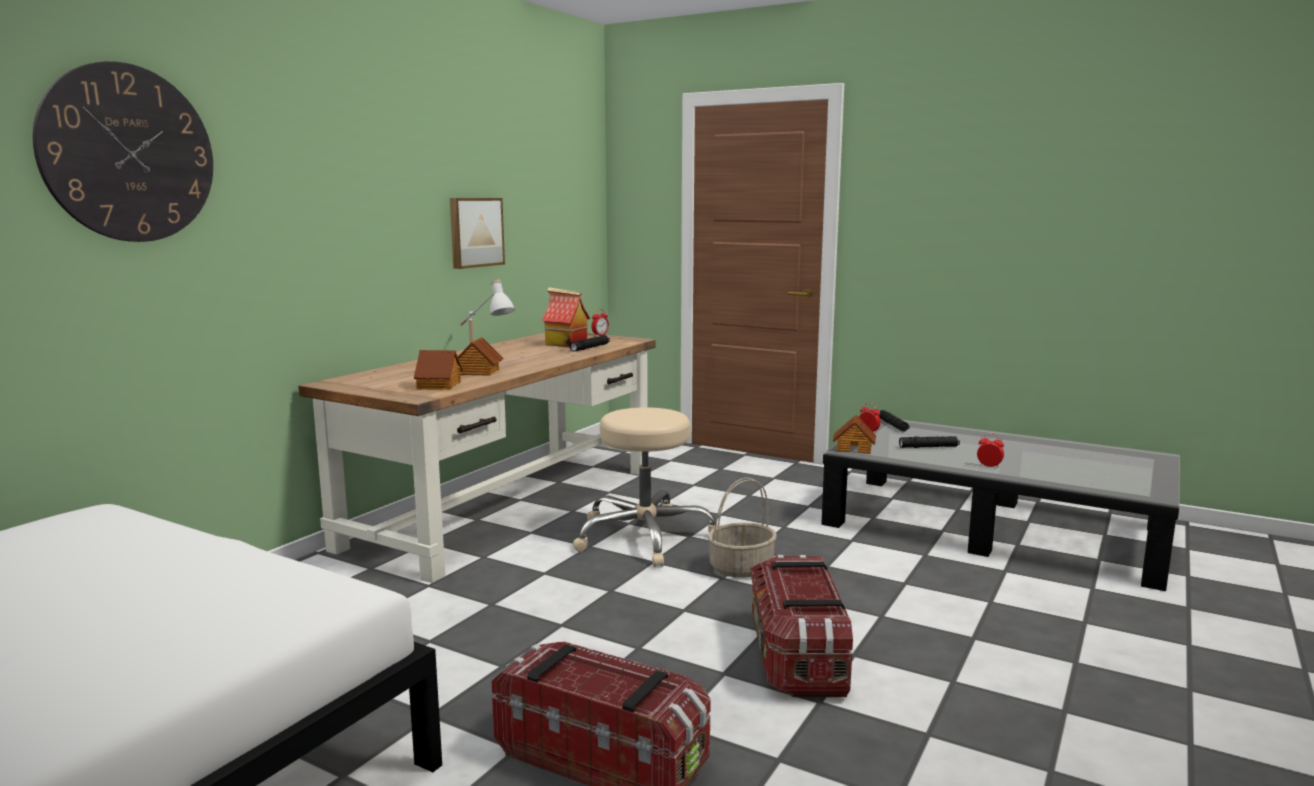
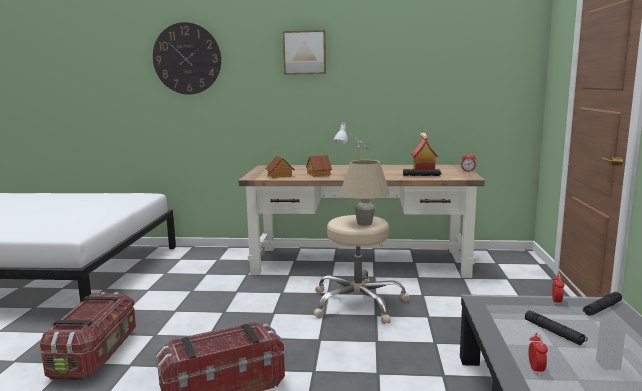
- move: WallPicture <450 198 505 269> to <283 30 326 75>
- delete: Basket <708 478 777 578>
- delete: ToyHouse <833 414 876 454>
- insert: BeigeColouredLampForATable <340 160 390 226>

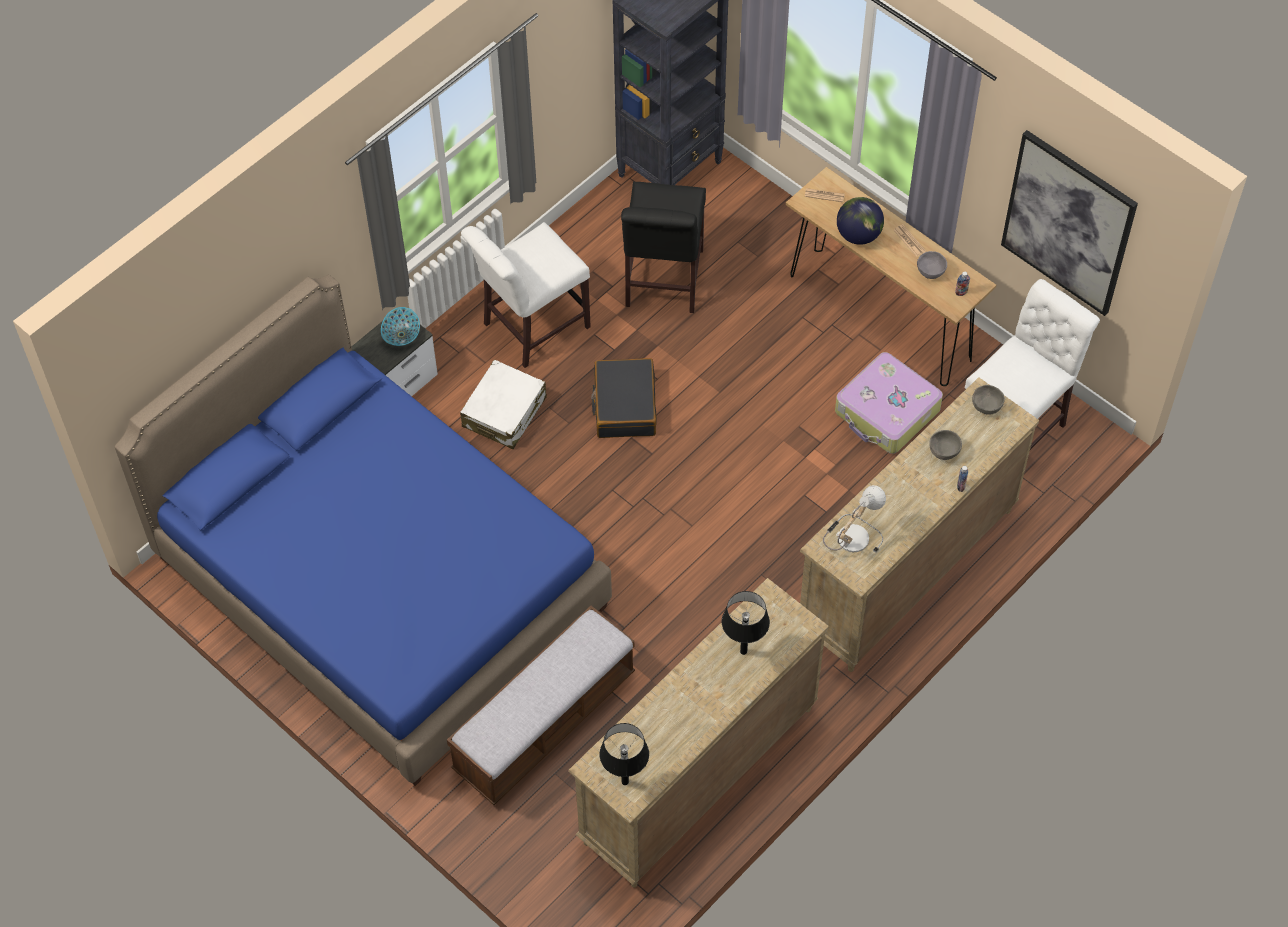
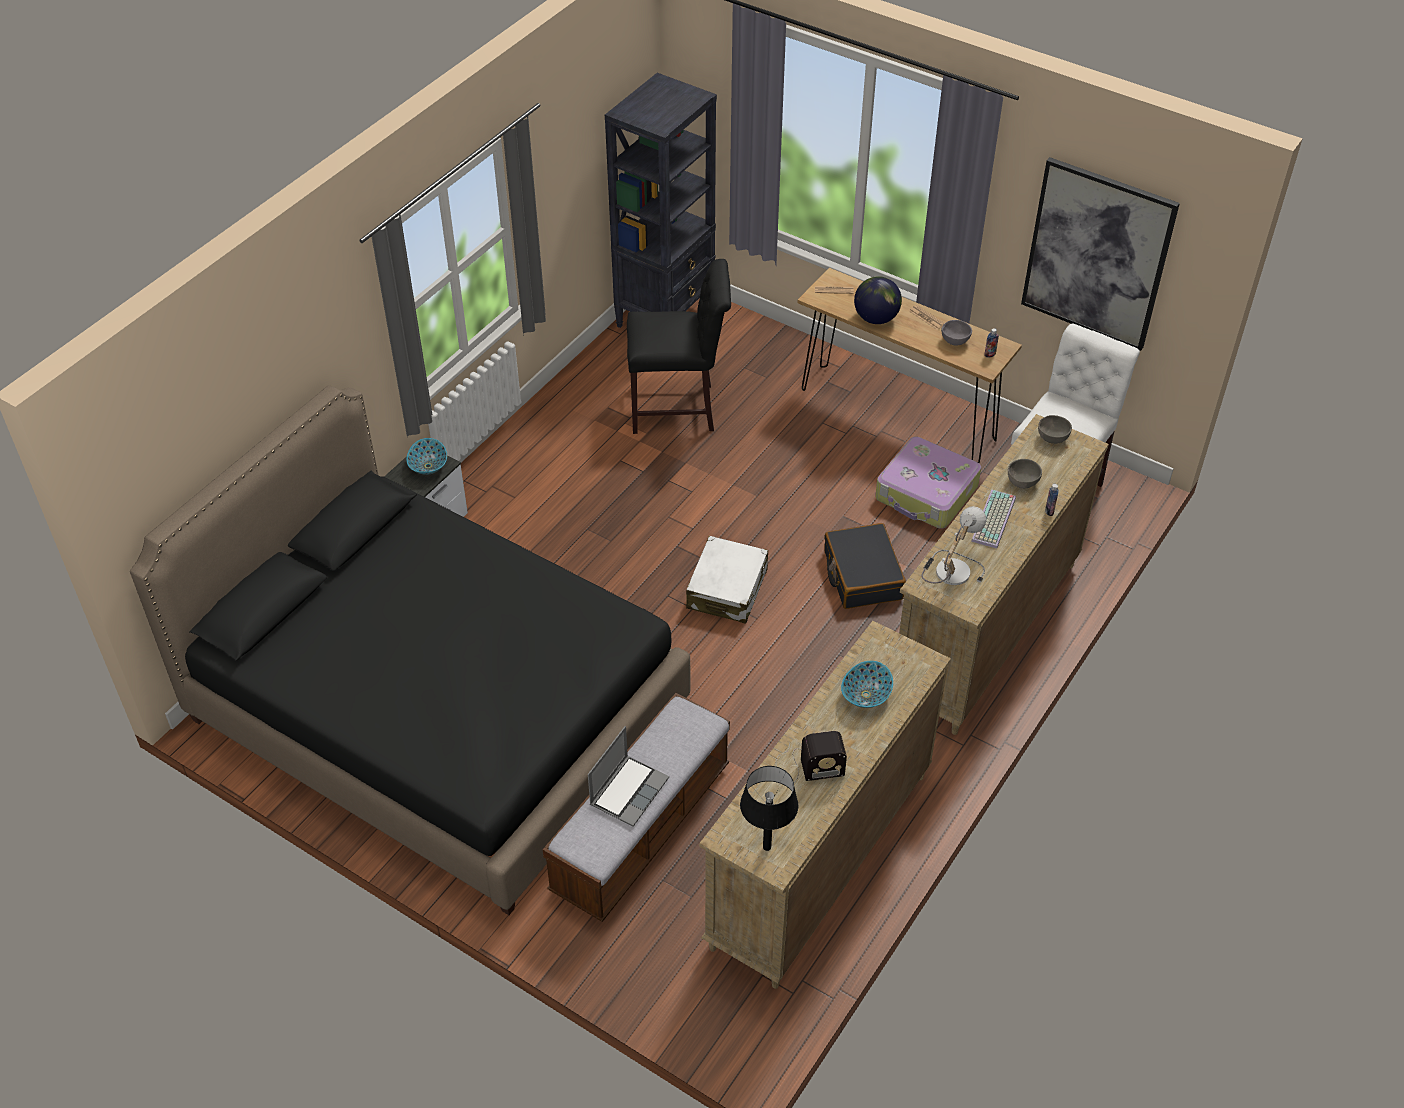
- recolor: BlueColouredSleepingBed <115 275 612 786> to BlackColouredSleepingBed <130 385 691 915>
- move: WhiteColouredSuitcase <460 360 547 449> to <686 536 768 623>
- delete: WhiteColouredPlainChair <461 222 591 368>
- move: BlackColouredSuitcase <591 358 657 438> to <824 523 906 609>
- rotate: BlackColouredPlainChair <621 182 706 313> = <627 259 731 434> 90 degrees counterclockwise
- replace: BlackColouredLampForATable <722 591 770 655> to Bowl <841 661 893 708>
- insert: NotebookComputer <588 726 669 827>
- insert: RadioSet <776 731 847 781>
- insert: Keyboard <971 489 1016 549>

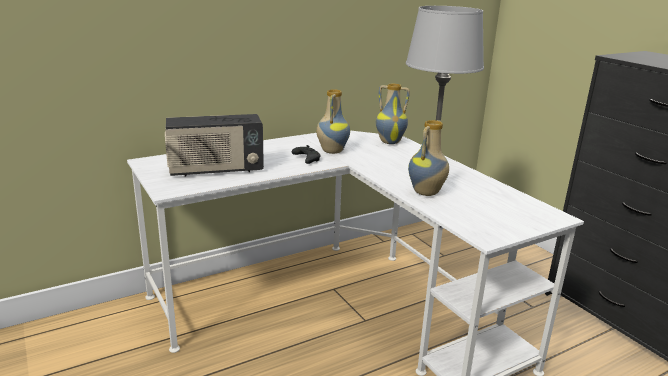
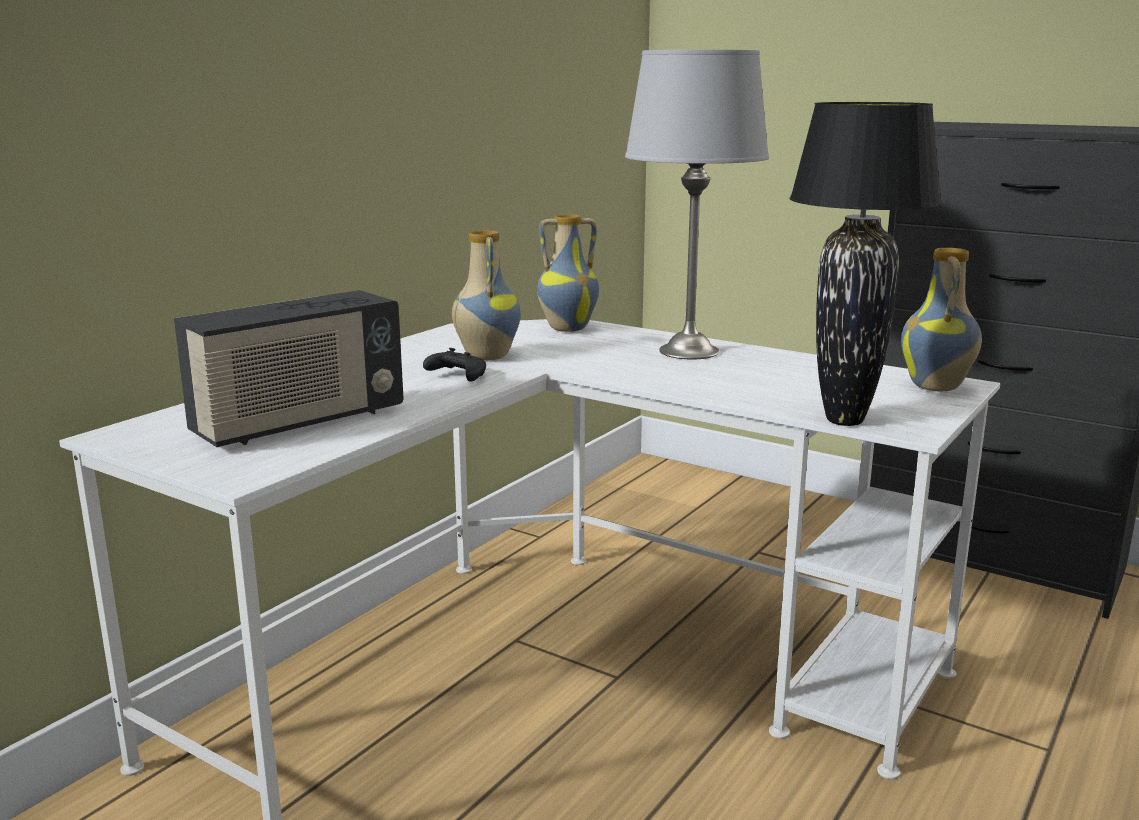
- move: Vase <408 120 449 196> to <901 248 982 391>
- insert: BlackColouredLampForATable <790 102 942 426>

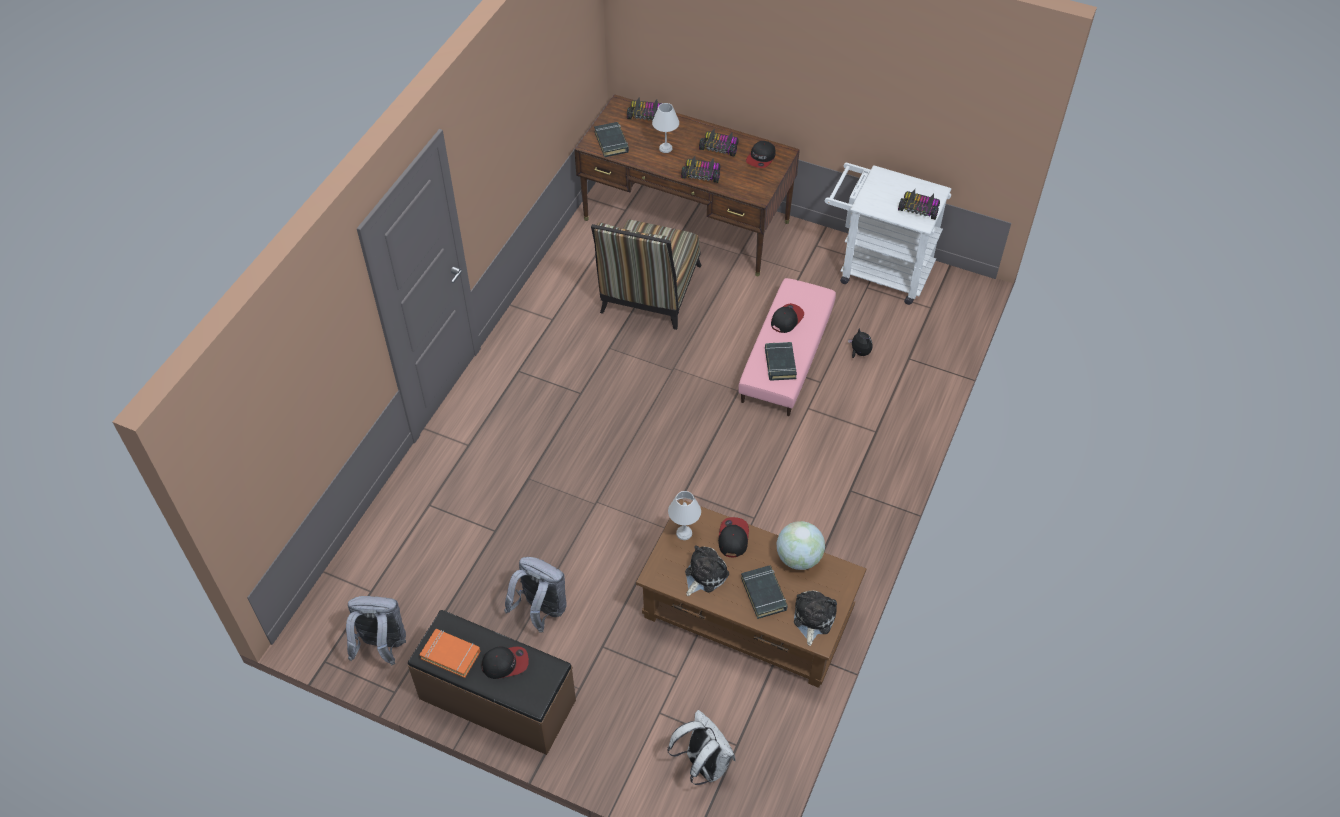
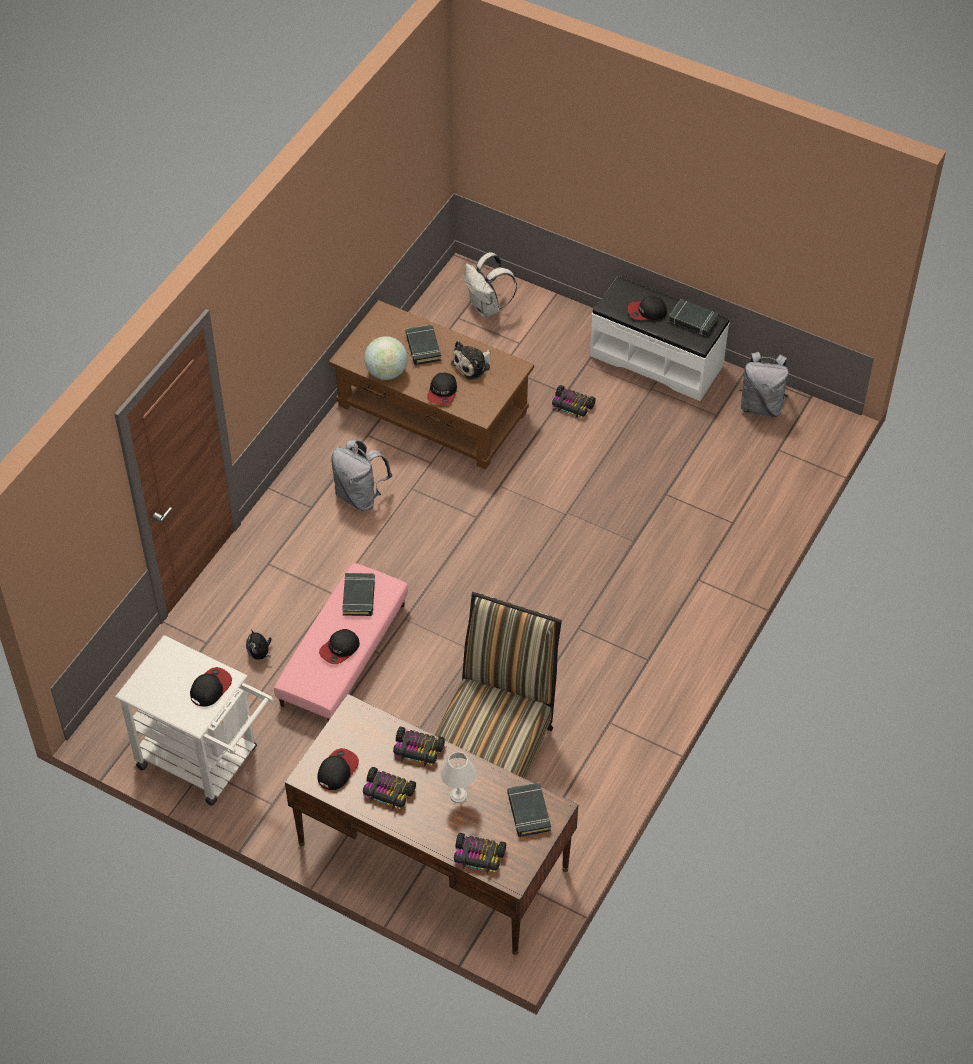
- recolor: BrownColouredBench <408 610 576 755> to WhiteColouredBench <590 276 729 401>
- recolor: OrangeyBook <420 629 480 678> to BlackColouredBook <669 299 719 336>
- move: GrayBackpack <504 557 567 633> to <331 439 392 511>
- delete: WhiteColouredLampForATable <668 491 701 540>
- delete: SoftToy <794 591 837 646>
- move: ToyCar <898 189 940 220> to <552 385 596 419>
- insert: BaseballCap <190 667 232 707>

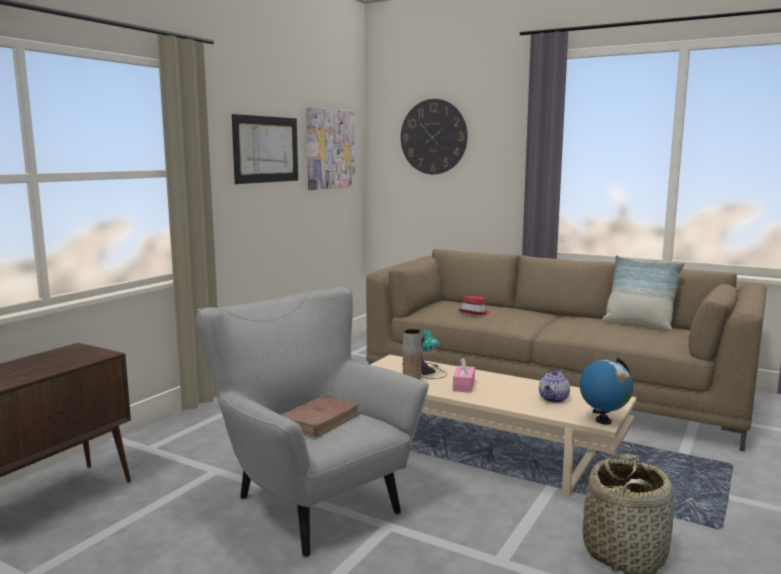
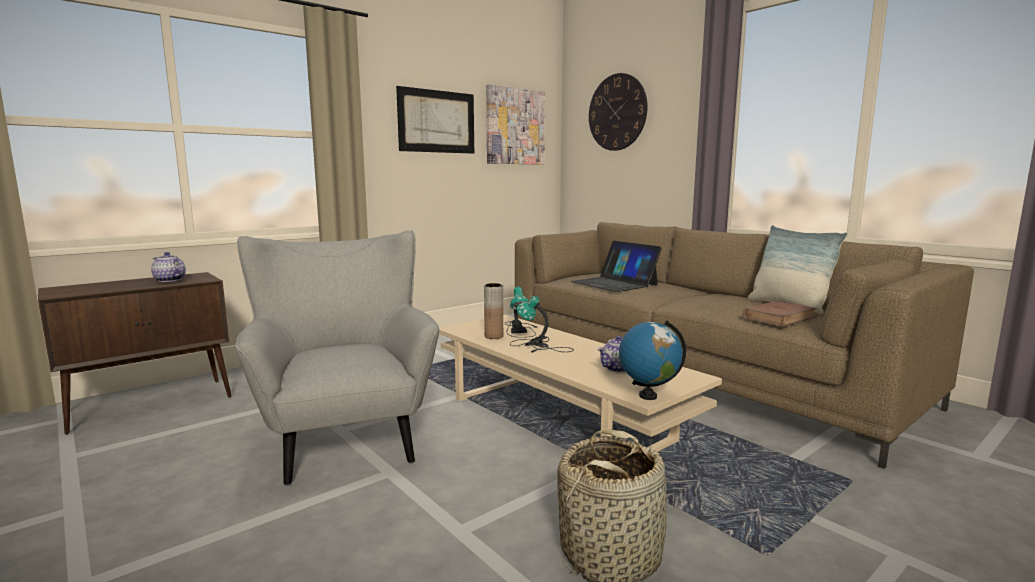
- move: BrownColouredBook <282 395 361 438> to <743 301 817 327>
- replace: PinkBoxOfTissues <453 358 475 393> to LampForATable <510 296 574 353>
- replace: ReddishWearableHat <458 296 490 315> to NotebookComputer <570 241 662 292>
- insert: PotForTea <151 252 186 282>

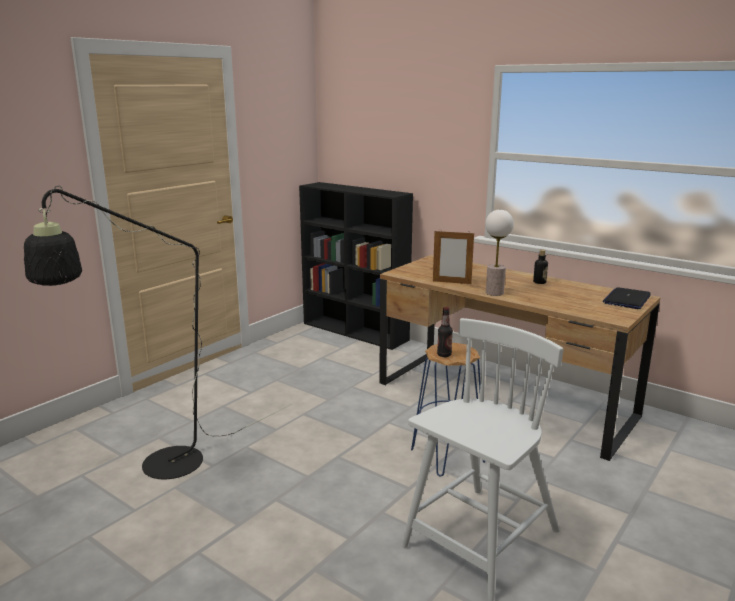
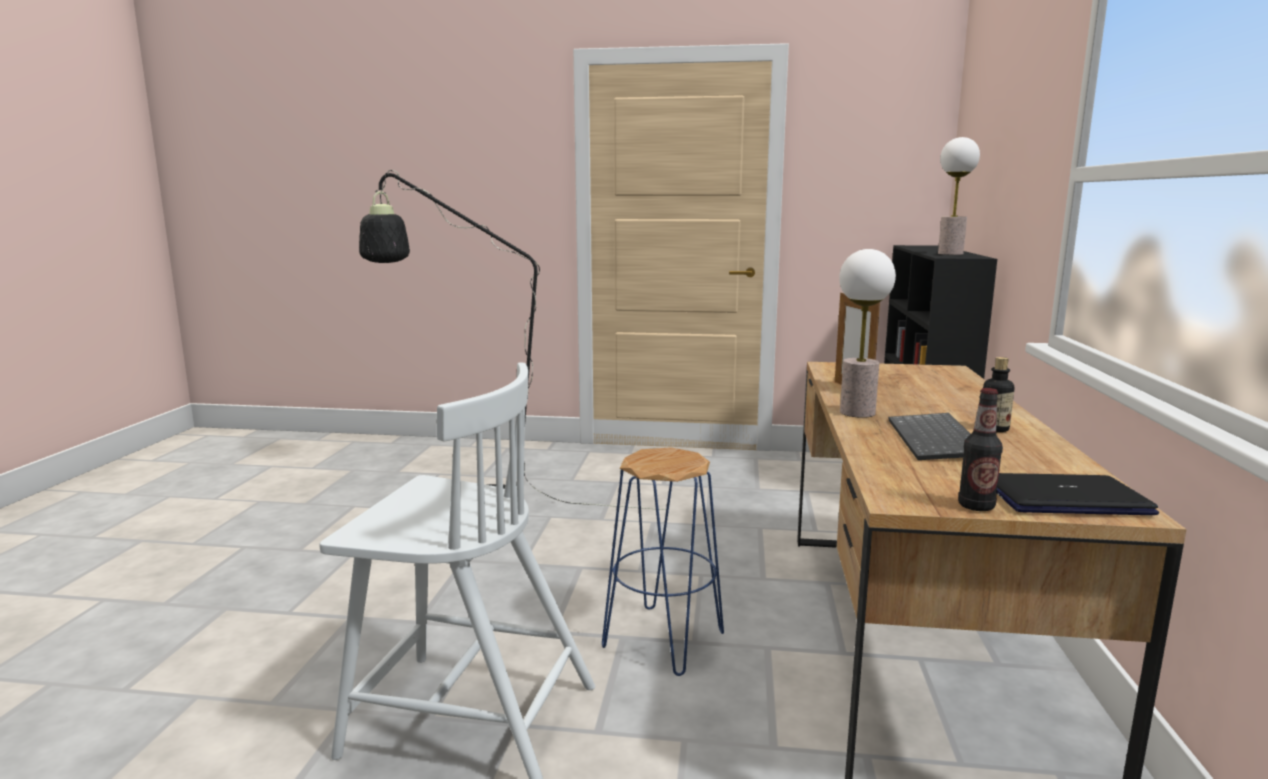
- move: BeverageBottle <437 307 453 357> to <958 388 1003 511>
- insert: Keyboard <889 413 971 460>
- insert: LampForATable <938 137 980 255>

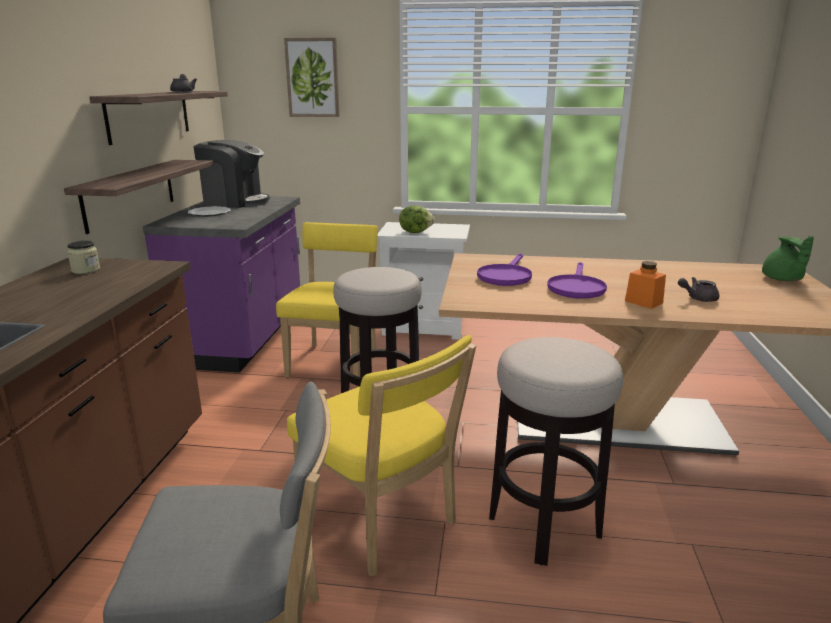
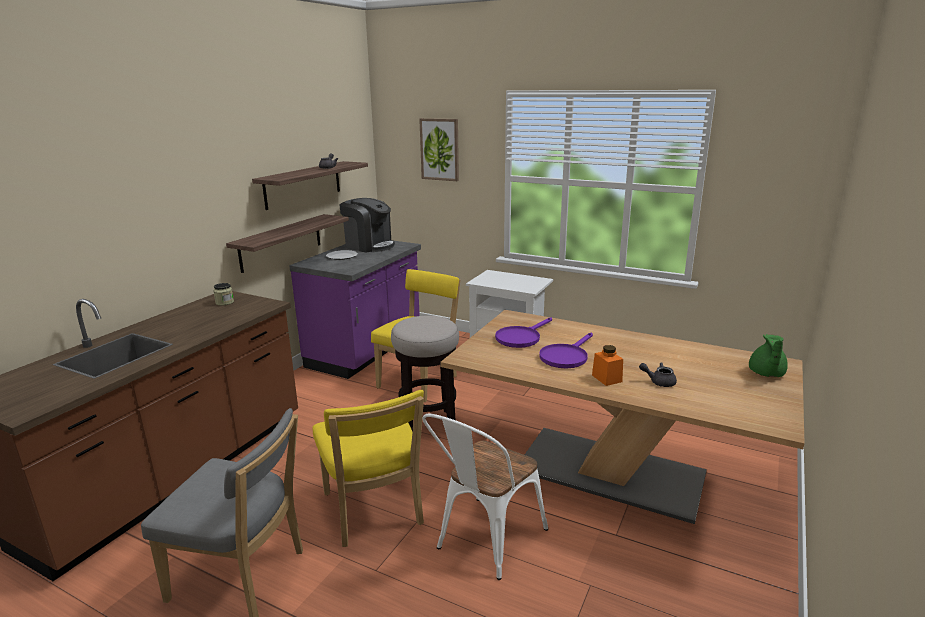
- delete: HeadOfLettuce <399 205 435 233>
- replace: SittingStool <489 337 623 566> to WhiteColouredPlainChair <422 413 548 580>

